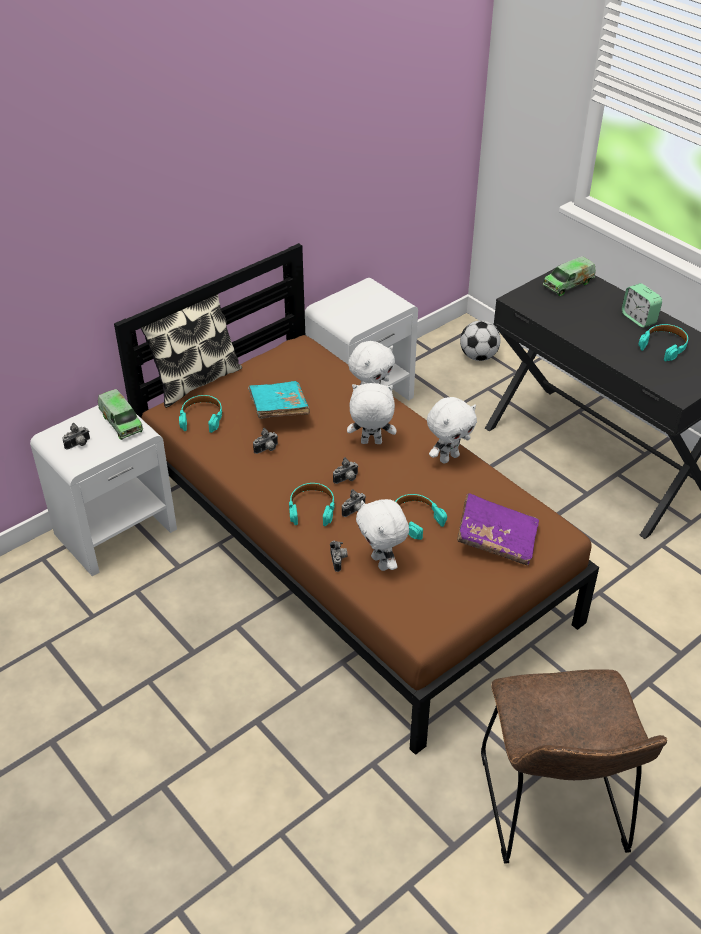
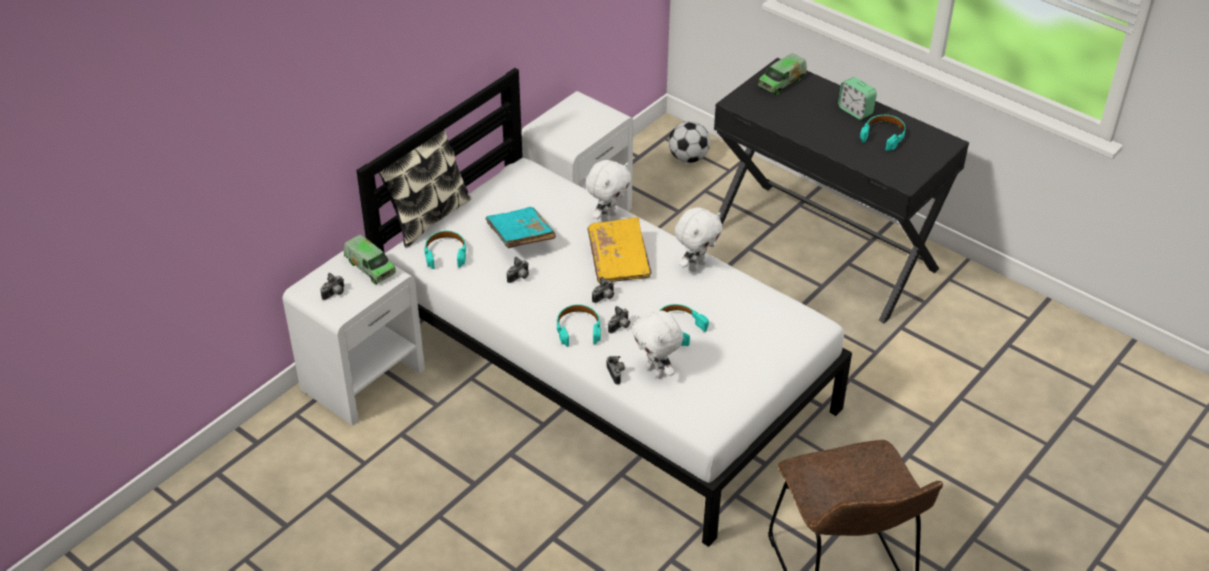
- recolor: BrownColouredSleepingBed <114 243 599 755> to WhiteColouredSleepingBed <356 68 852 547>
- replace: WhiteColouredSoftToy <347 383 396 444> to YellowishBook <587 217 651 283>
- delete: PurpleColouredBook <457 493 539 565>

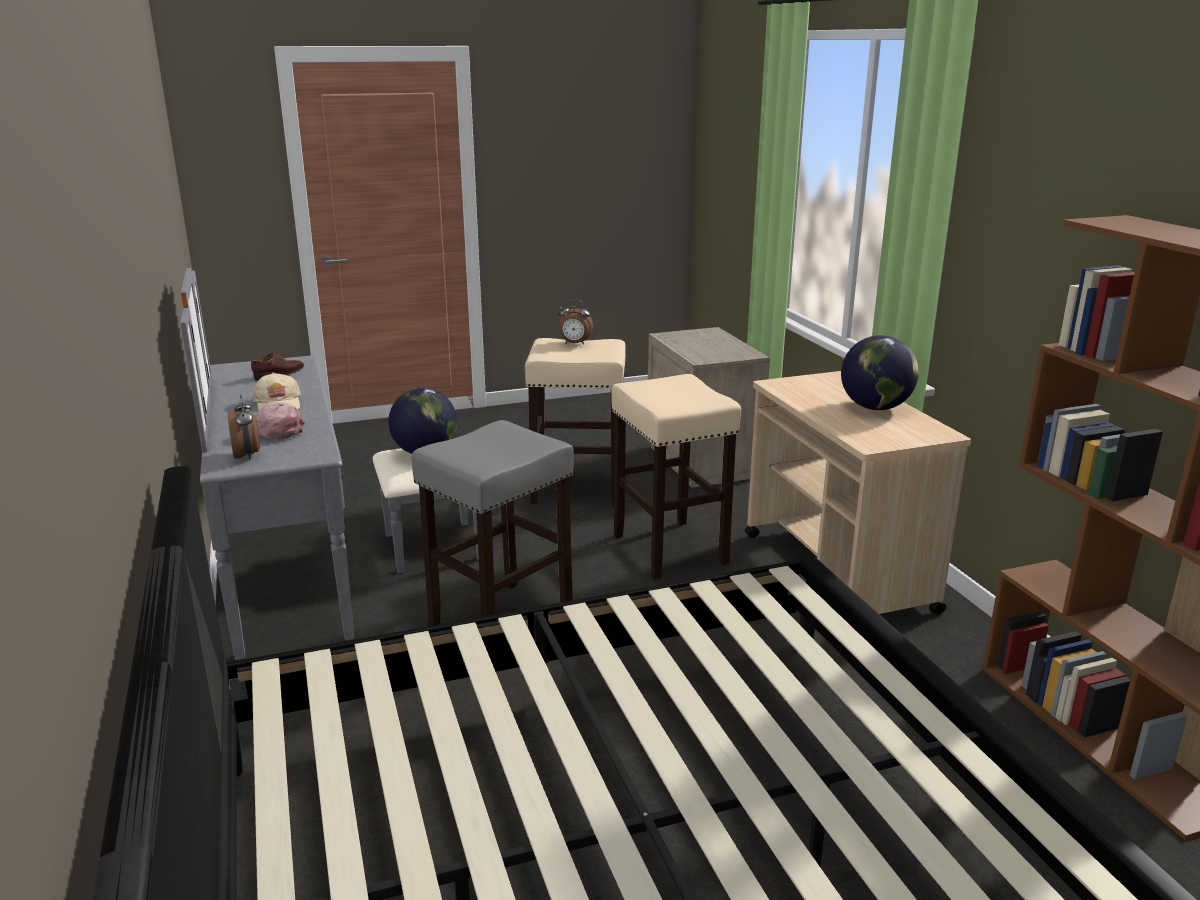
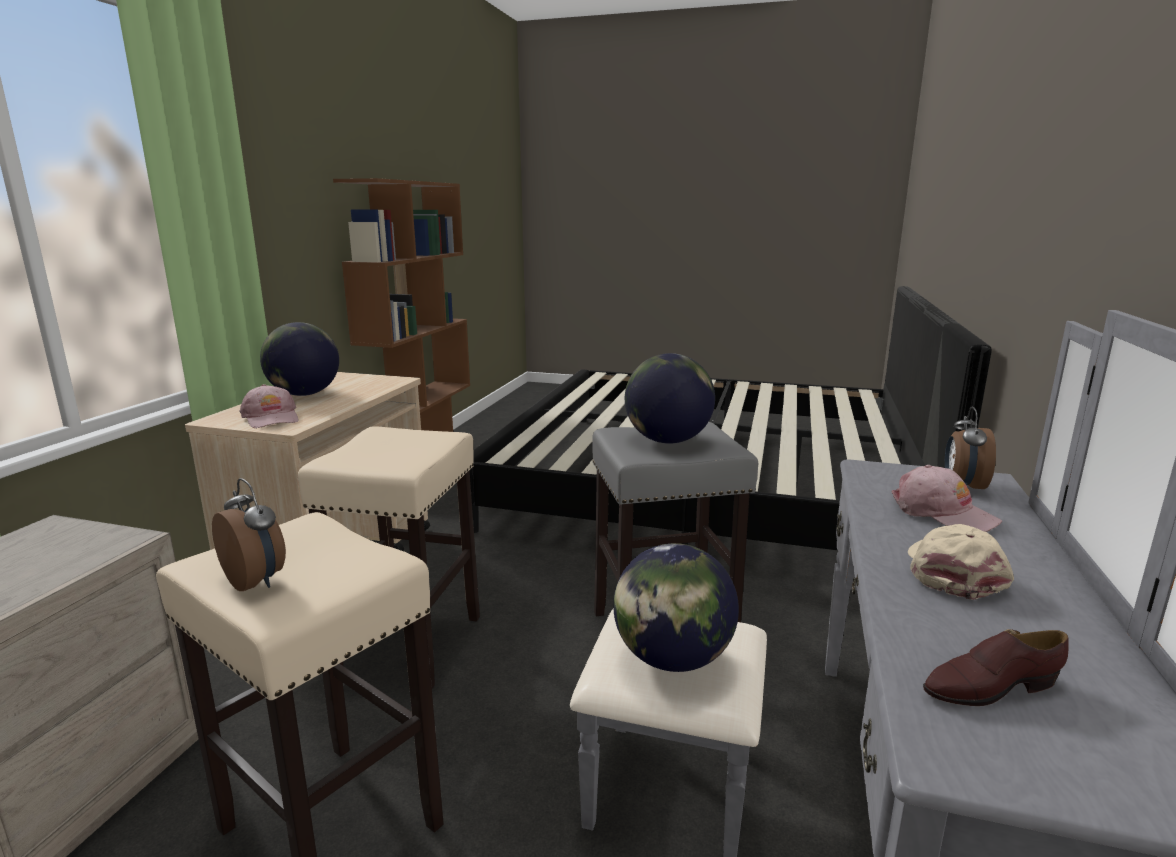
- insert: PinkBaseballCap <240 384 299 428>
- insert: WorldGlobe <625 353 715 444>

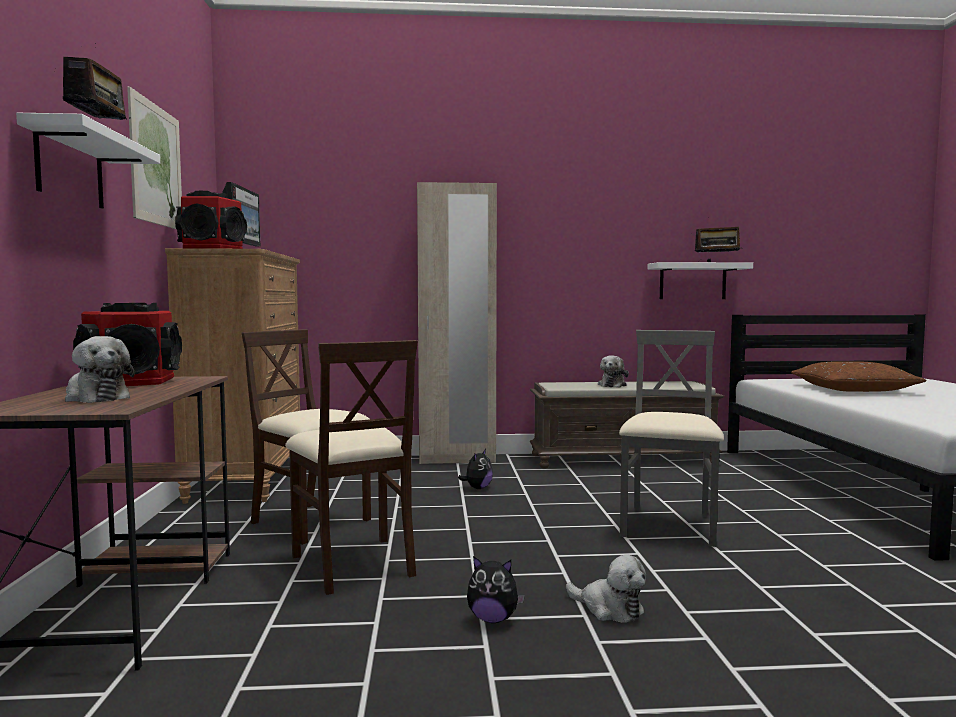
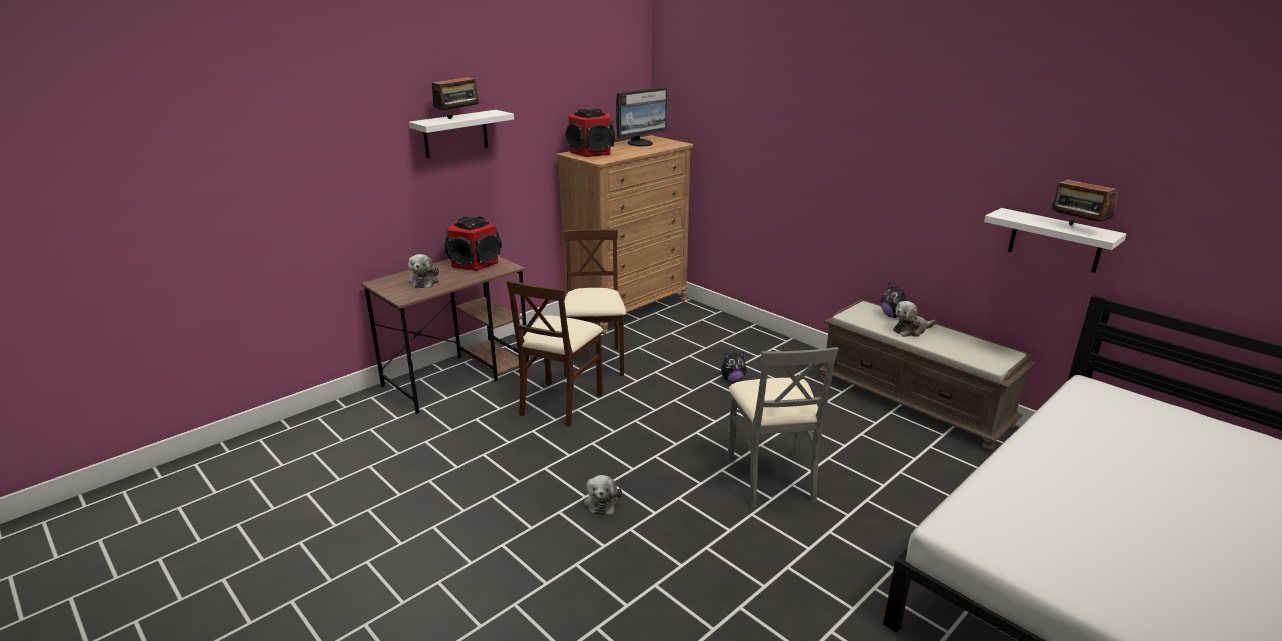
- delete: WallPicture <127 87 182 229>
- delete: BeigeColouredWardrobe <417 182 497 464>
- move: SoftToy <467 556 525 623> to <881 283 907 318>
- rotate: GrayPlainChair <619 330 724 547> = <727 347 839 508> 105 degrees clockwise
- delete: BrownColouredThrowPillow <791 361 926 392>

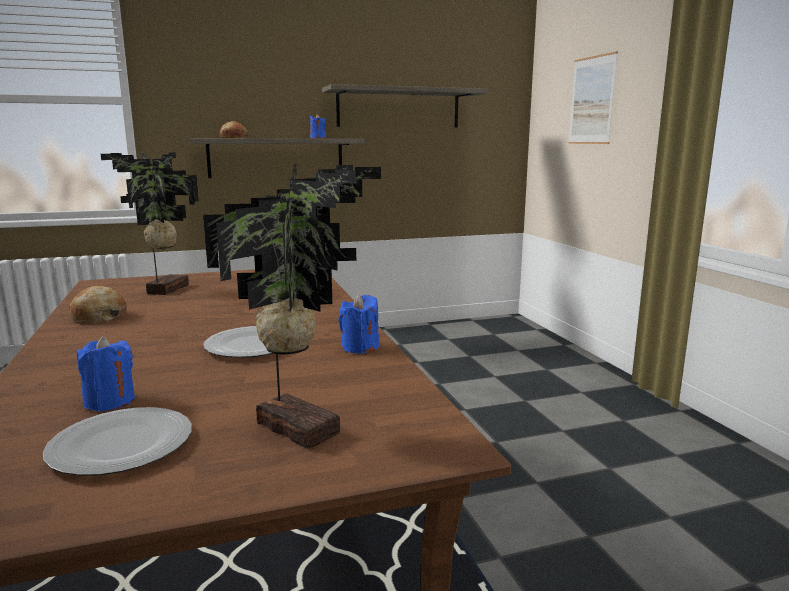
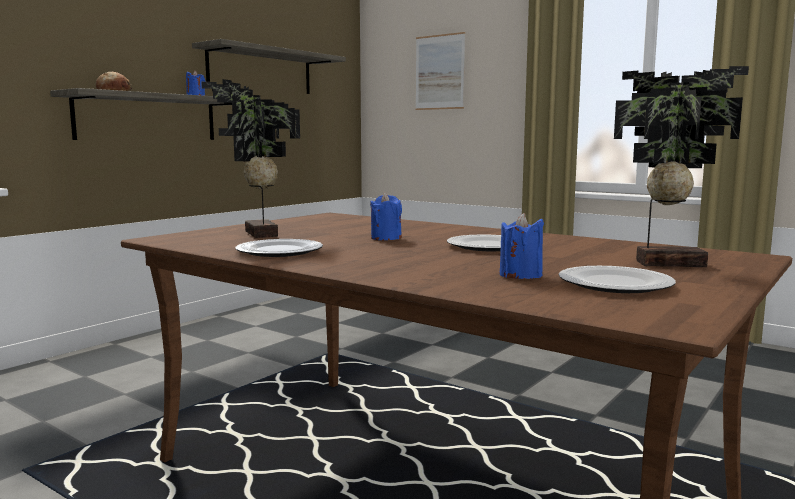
- replace: Bread <69 286 127 323> to Plate <235 239 323 257>
- move: BlueColouredCandle <339 294 379 354> to <370 193 402 240>

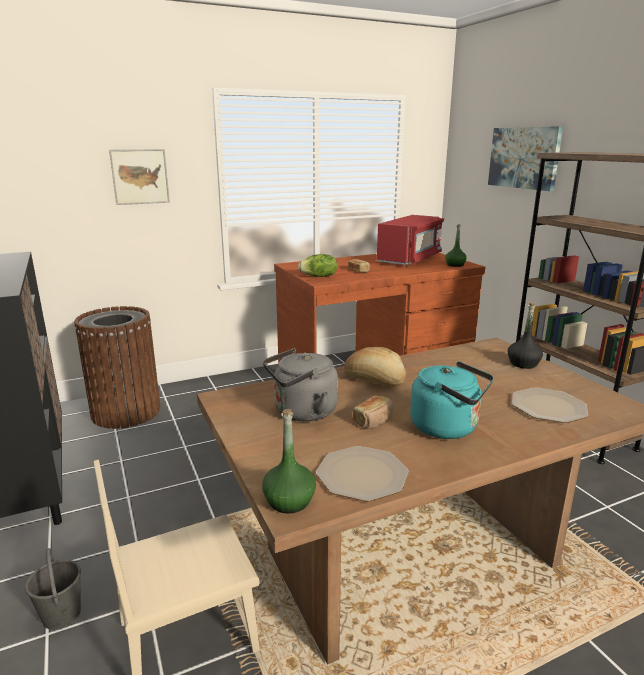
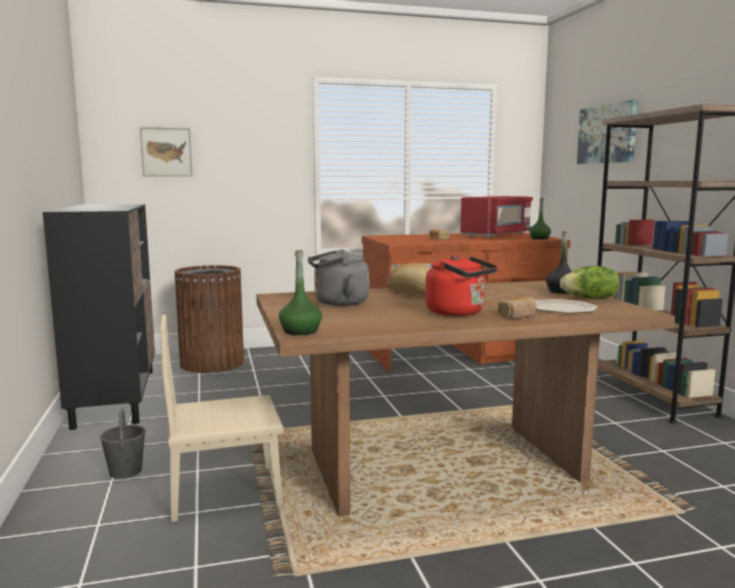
- move: WallPicture <109 149 170 205> to <140 127 193 177>
- move: HeadOfLettuce <298 254 337 277> to <560 266 620 299>
- delete: Plate <316 446 409 501>
- move: Bread <353 396 393 429> to <498 297 537 319>
- recolor: TurquoiseColouredTeaKettle <410 361 494 439> to ReddishTeaKettle <425 255 498 316>

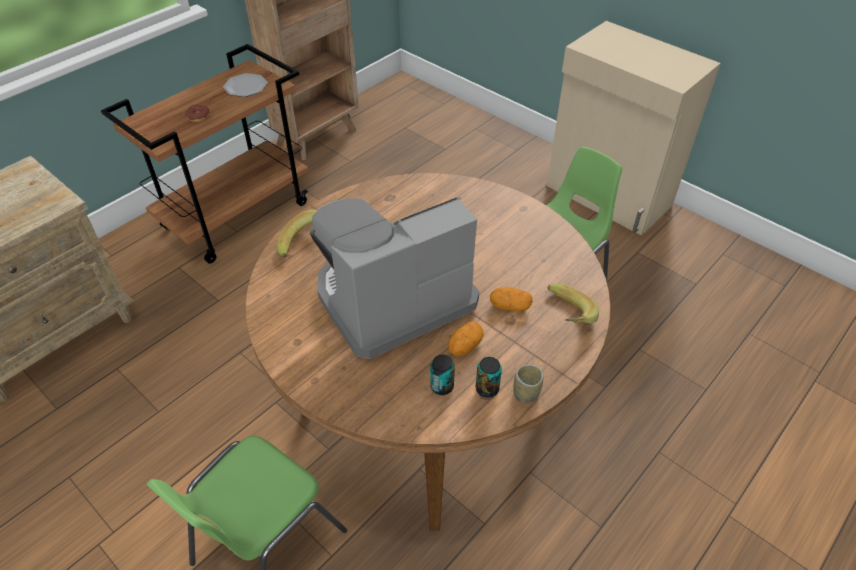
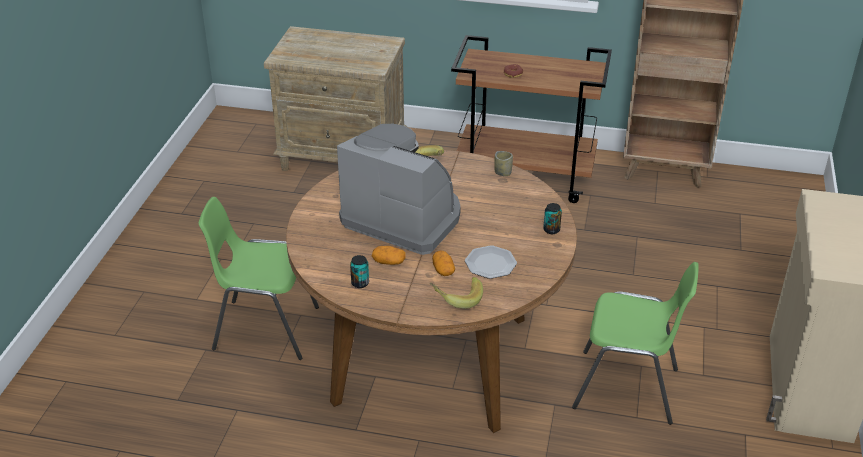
- move: Plate <223 73 268 97> to <465 245 517 279>
- move: Can <430 355 455 395> to <543 203 562 234>
- move: SmallCup <514 365 544 403> to <494 151 513 176>

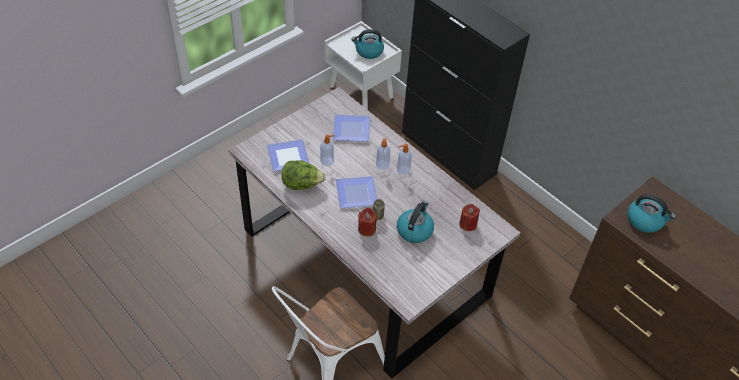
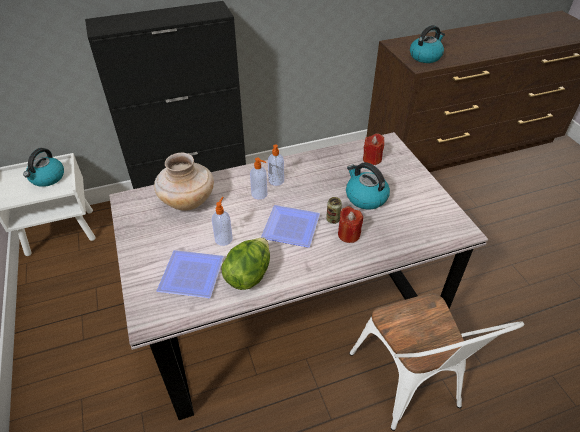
- replace: Plate <333 115 370 142> to BeigeColouredVase <154 153 214 211>

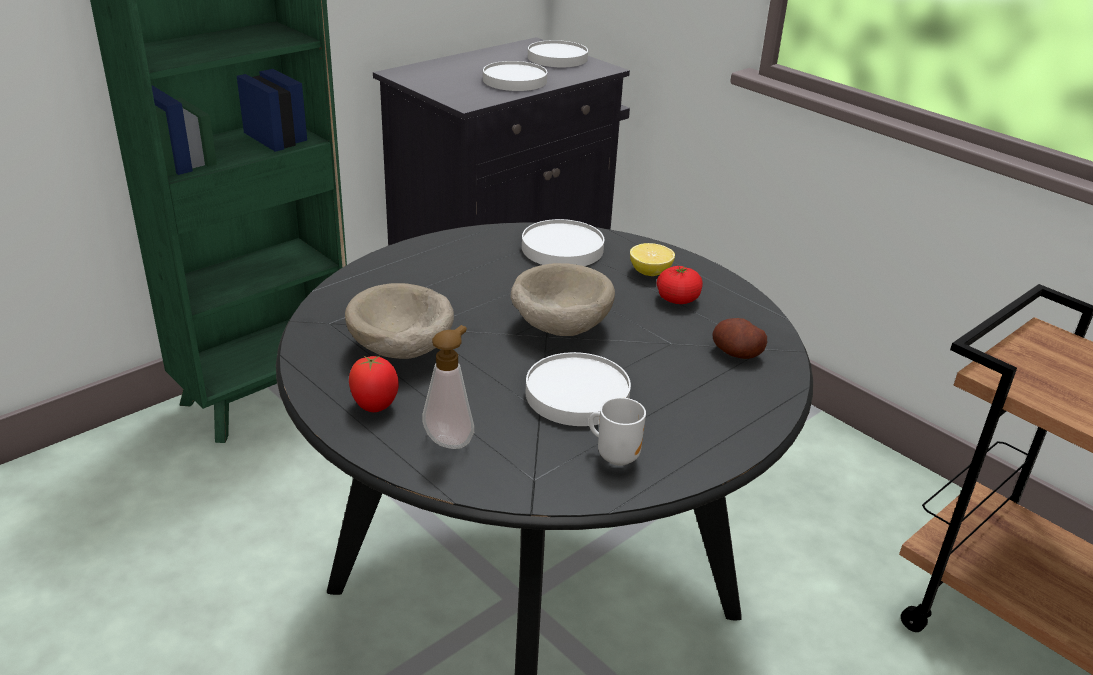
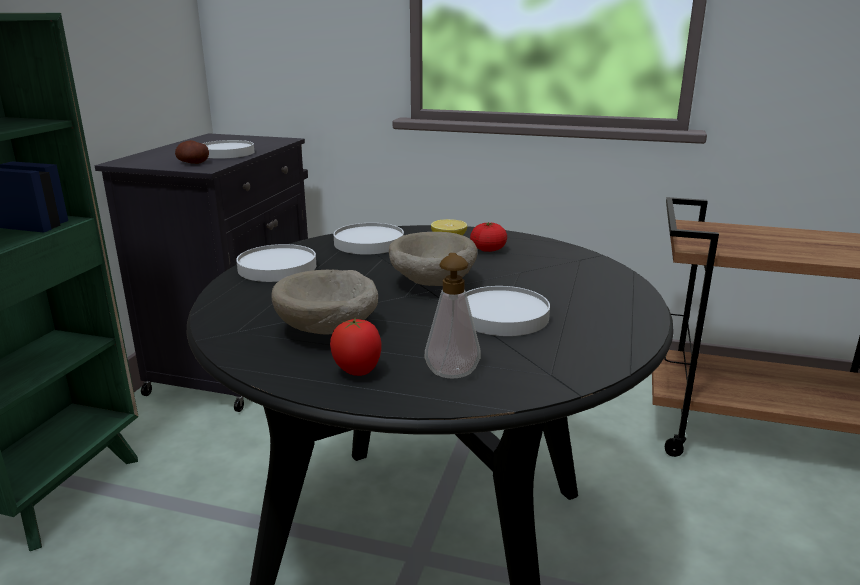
- move: WhiteColouredPlate <528 40 588 67> to <236 244 316 282>
- delete: TeaMug <589 398 646 466>
- move: WholePotato <713 318 767 359> to <175 140 209 164>

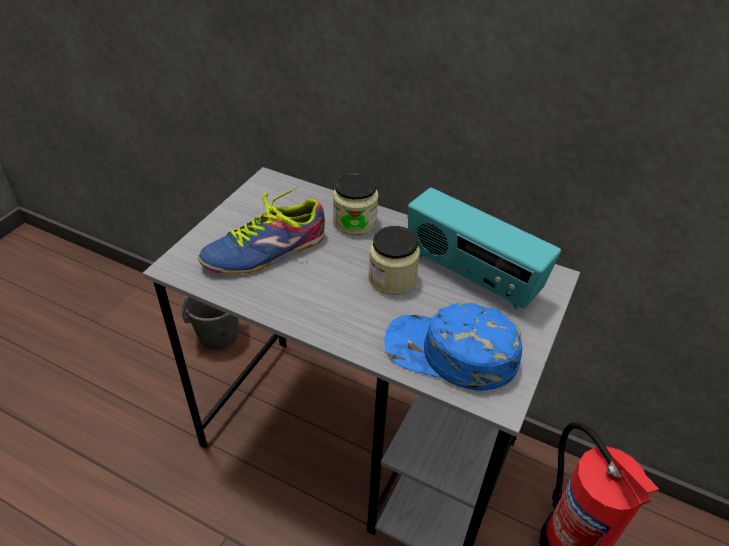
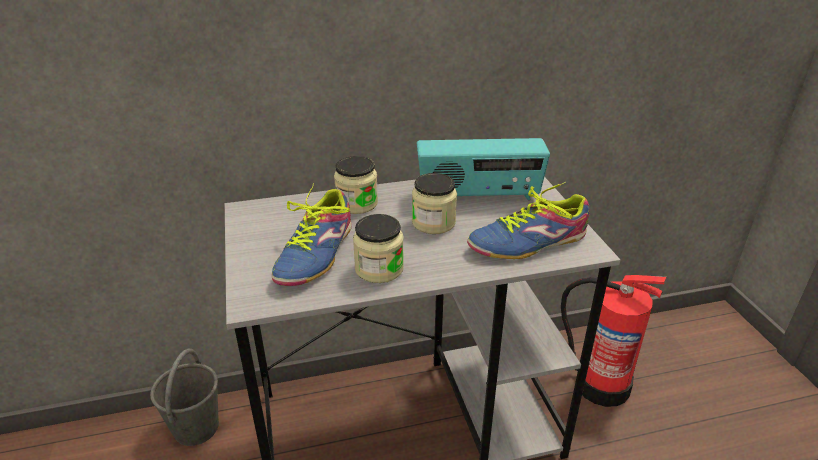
- replace: BlueColouredBaseballCap <384 303 522 390> to LowShoe <467 182 590 259>
- insert: PreserveJar <353 214 404 283>

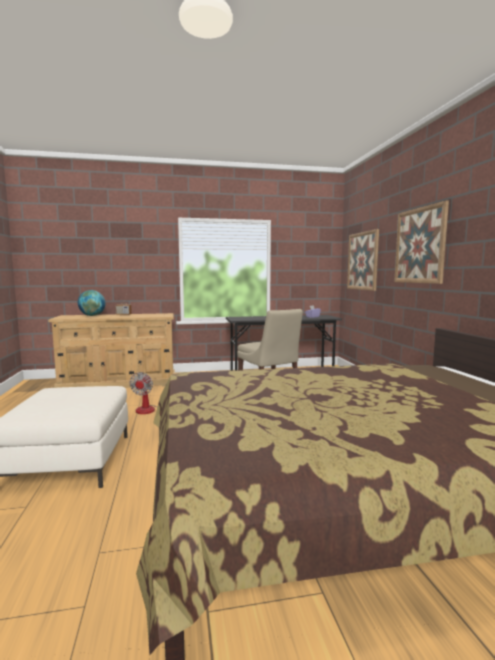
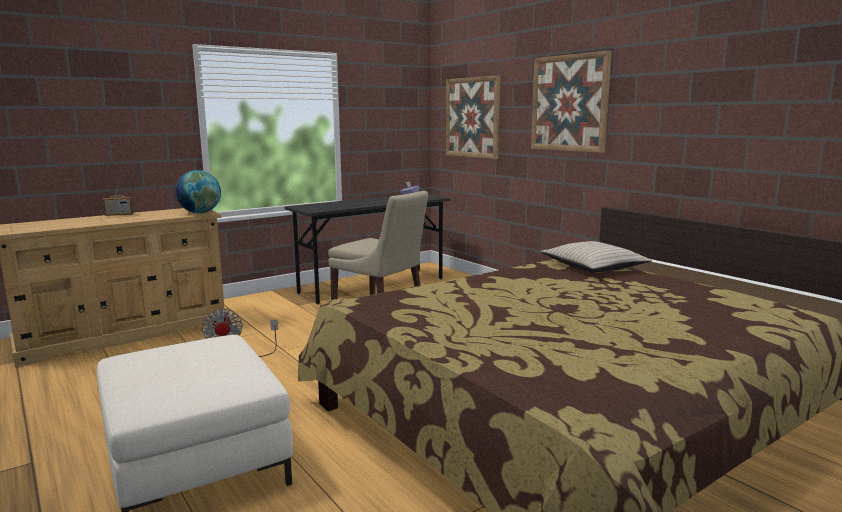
- move: WorldGlobe <78 290 106 316> to <175 170 221 213>
- insert: BeigeColouredThrowPillow <541 241 652 273>

